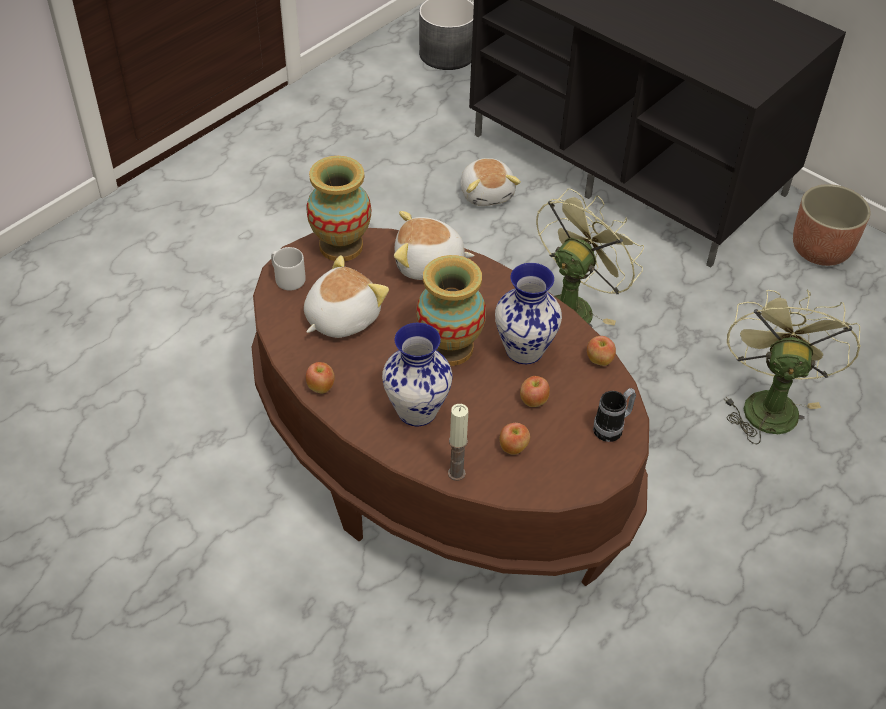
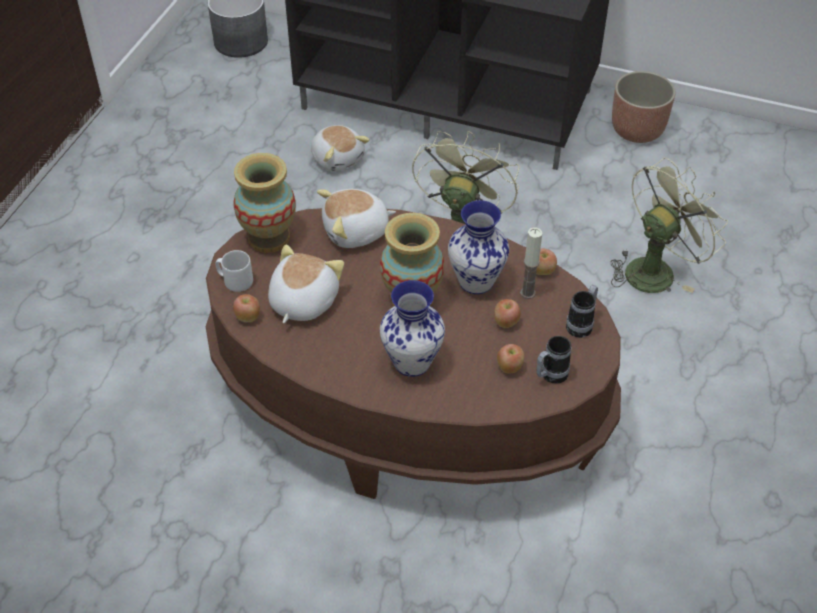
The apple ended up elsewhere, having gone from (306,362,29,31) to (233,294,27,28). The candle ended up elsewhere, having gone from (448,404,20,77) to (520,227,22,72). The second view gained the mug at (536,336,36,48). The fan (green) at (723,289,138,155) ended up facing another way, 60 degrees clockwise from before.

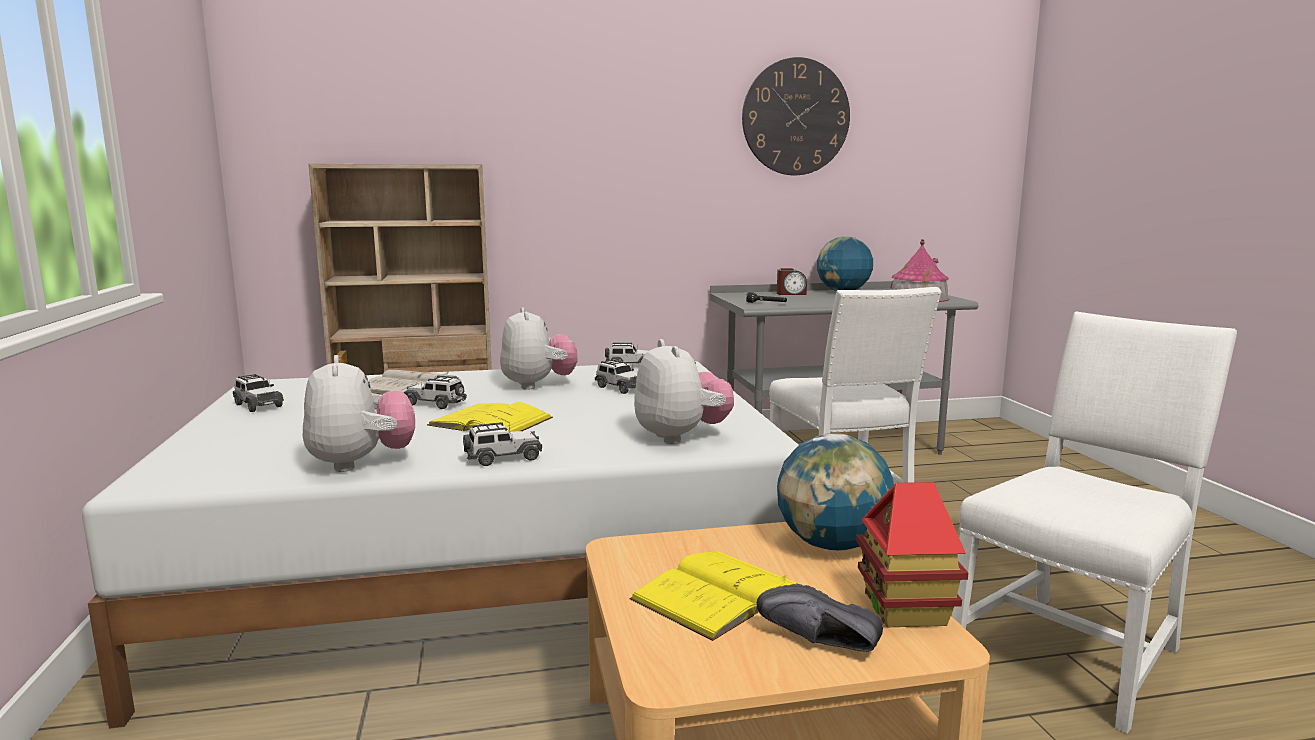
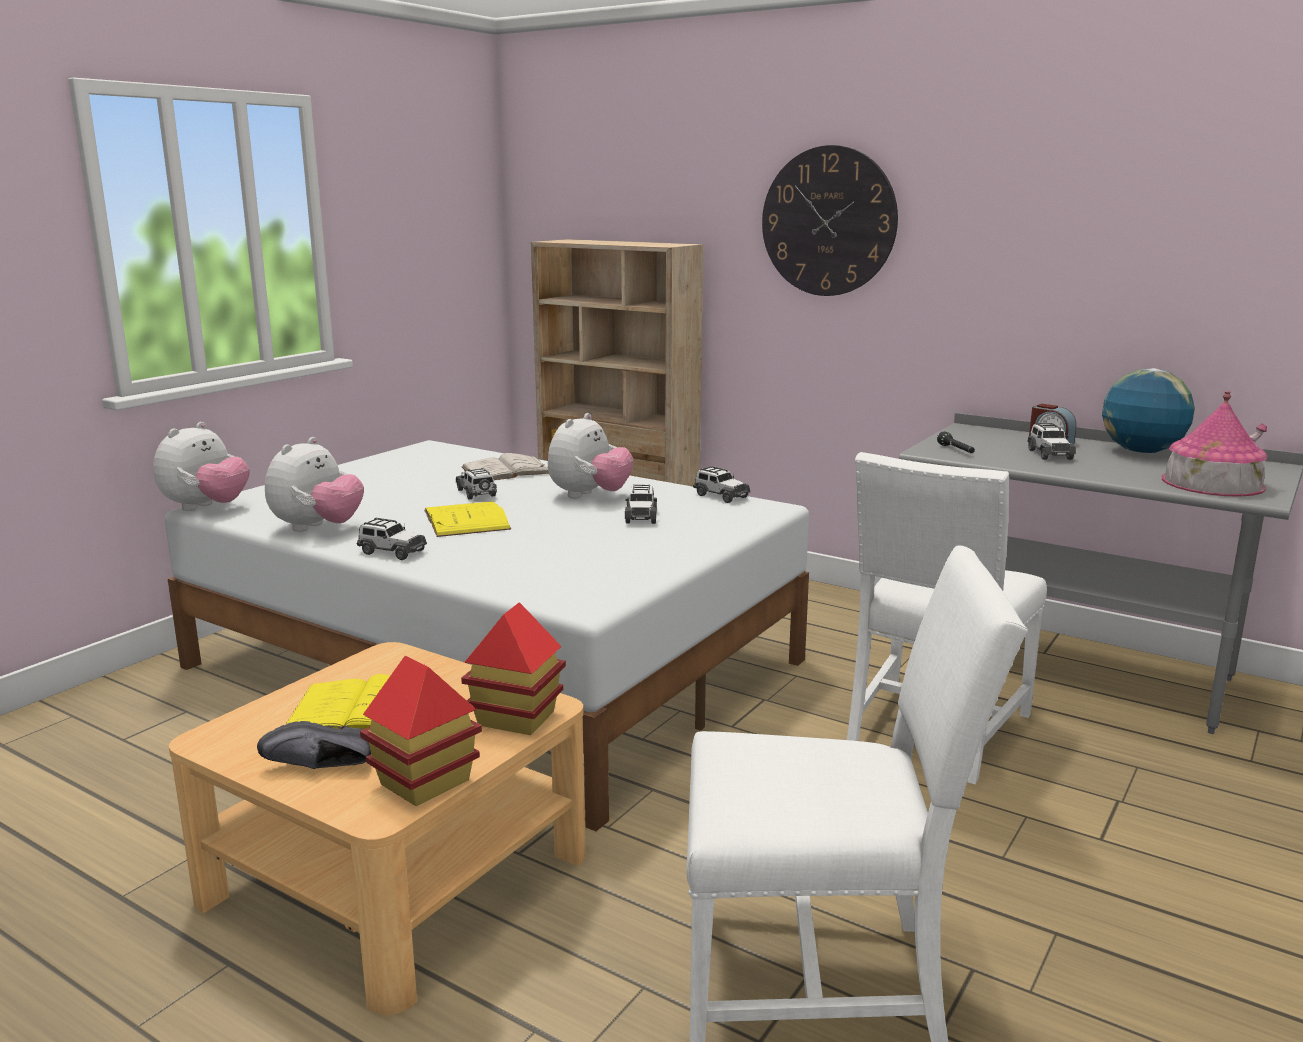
The plush toy ended up elsewhere, having gone from (634,339,100,105) to (153,422,97,89). The shoe (black) at (757,584,126,68) ended up facing another way, 75 degrees counterclockwise from before. Where the globe stood at (777,433,117,118), the toy house came to stand at (461,602,105,133). The wall clock ended up elsewhere, having gone from (742,57,108,118) to (762,145,136,151). The toy car ended up elsewhere, having gone from (233,374,51,38) to (1027,423,49,37).

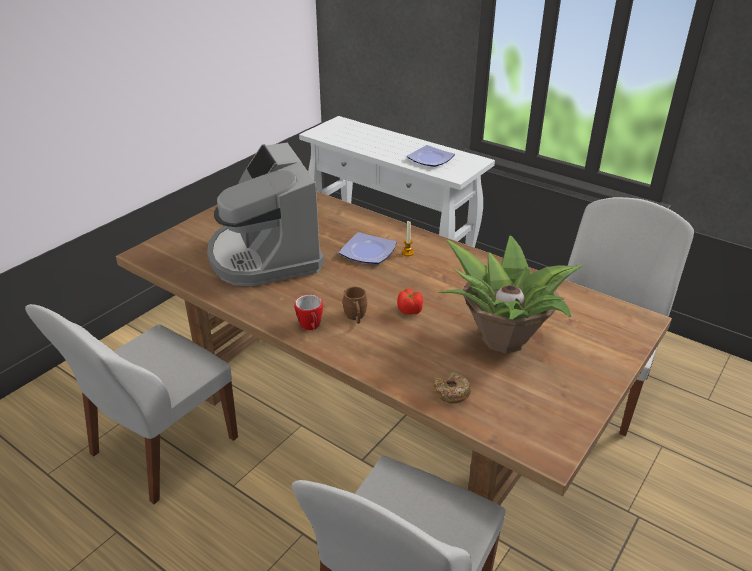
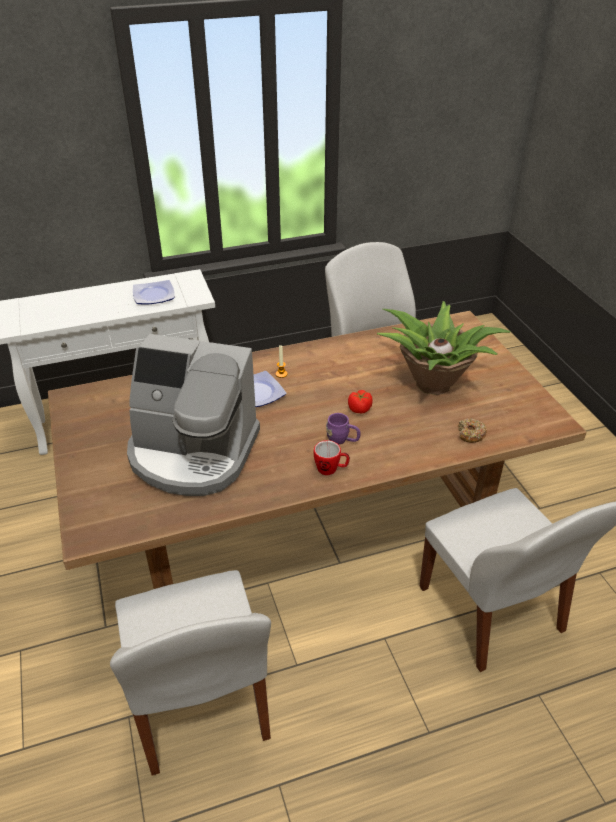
What was the mug (brown) at (342,287,25,37) turned into the mug (purple) at (326,413,35,31).

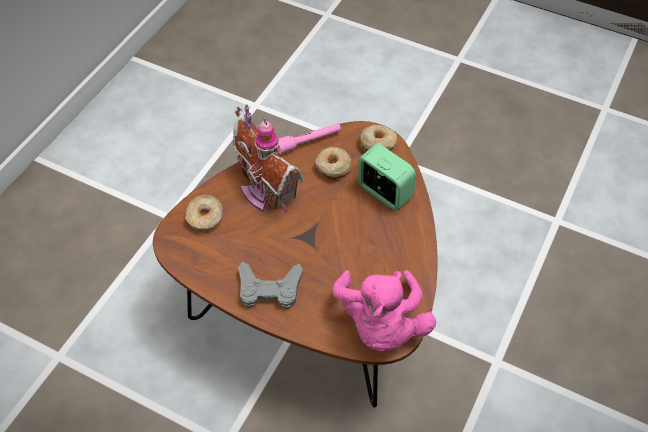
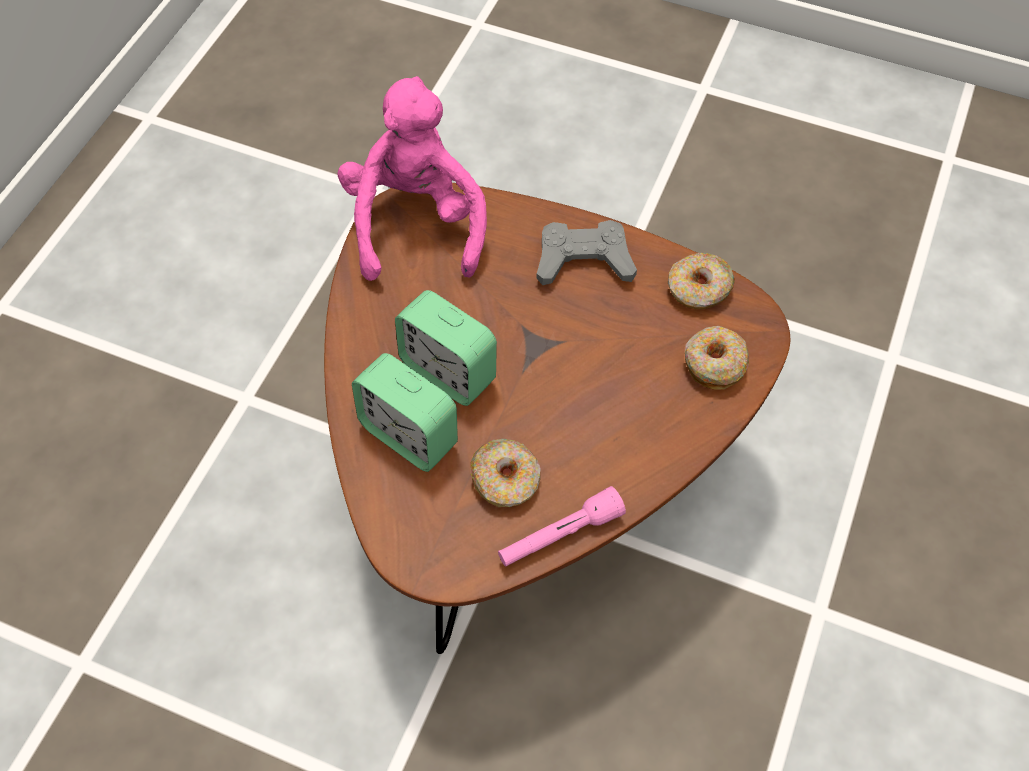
The second view gained the alarm clock at (395,290,102,116). The donut ended up elsewhere, having gone from (359,124,38,27) to (668,253,67,56). The second view lost the toy house at (233,104,71,109).

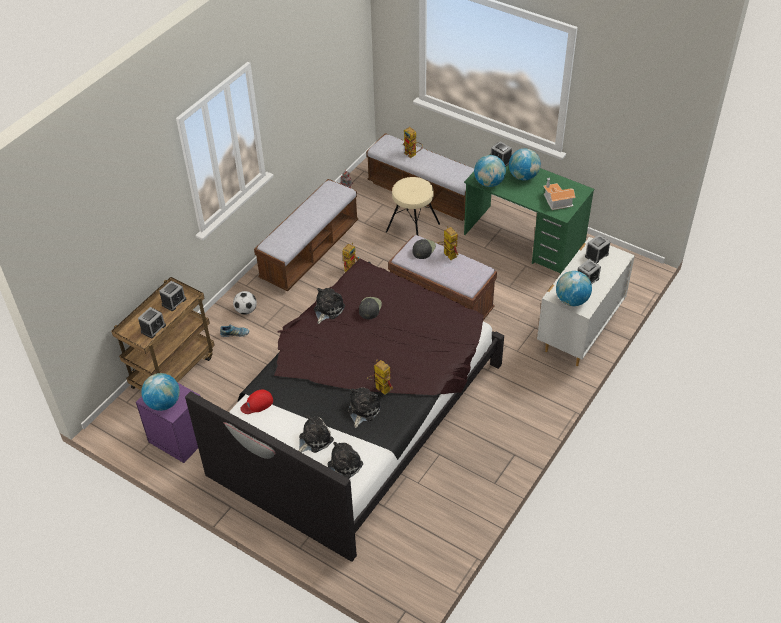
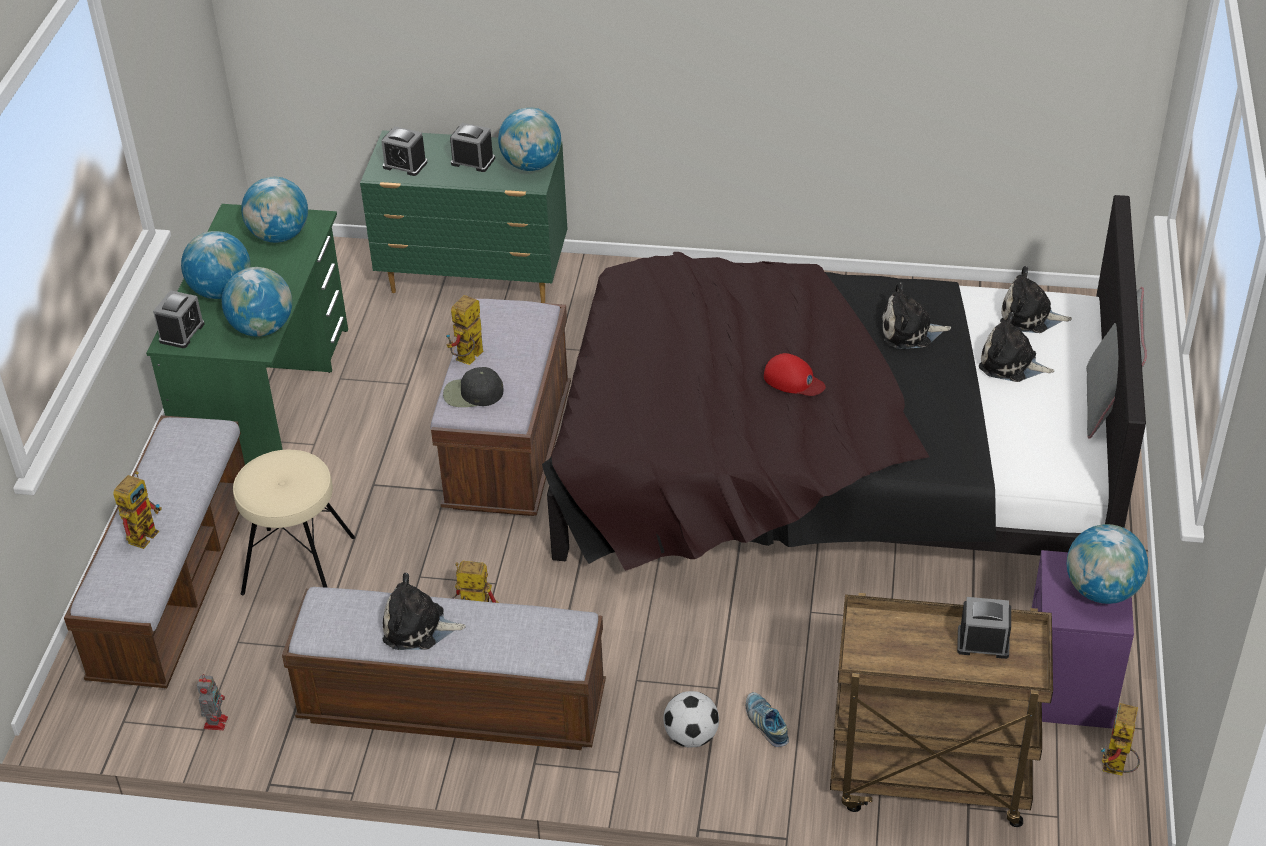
Where the toy house stood at (543,178,33,32), the globe came to stand at (241,177,67,66). What was the dresser (white) at (537,237,98,129) turned into the dresser (green) at (360,130,207,173). The plush toy ended up elsewhere, having gone from (314,288,31,36) to (383,573,83,77). The cap (red) ended up elsewhere, having gone from (240,390,33,24) to (764,353,62,43). The toy robot ended up elsewhere, having gone from (367,360,26,35) to (1101,703,39,73). The second view lost the alarm clock at (159,281,27,30). The second view lost the cap (black) at (359,297,23,22).

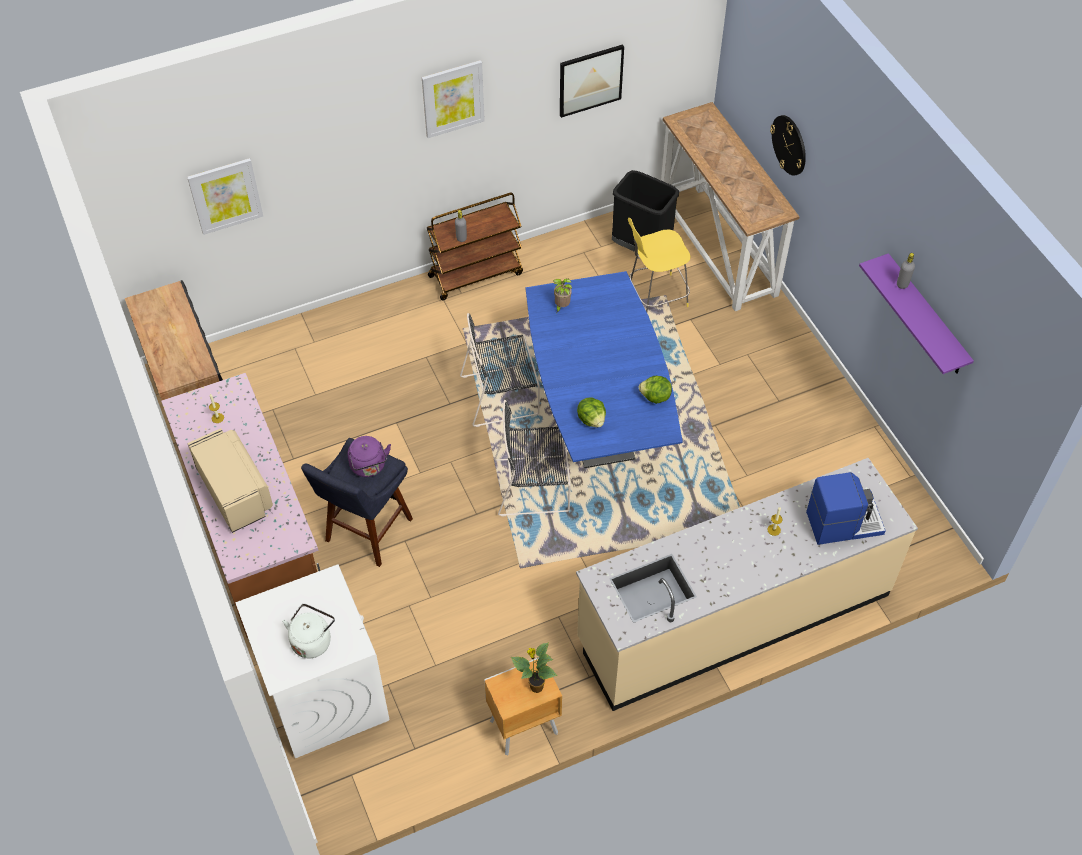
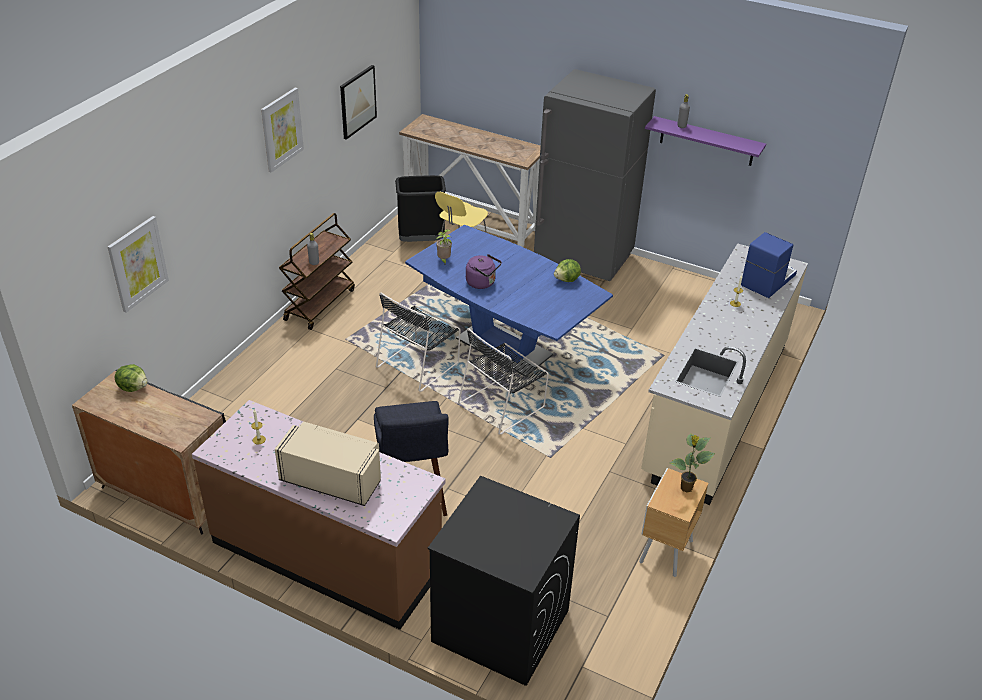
The lettuce ended up elsewhere, having gone from (577,397,29,30) to (115,364,33,28). What was the washing machine (white) at (235,565,155,193) turned into the washing machine (black) at (428,476,152,210). The kettle (purple) ended up elsewhere, having gone from (348,436,43,41) to (466,254,36,35). The second view gained the fridge (grey) at (534,69,122,212). The second view lost the kettle (white) at (282,604,53,54). The second view lost the wall clock at (770,115,36,61).

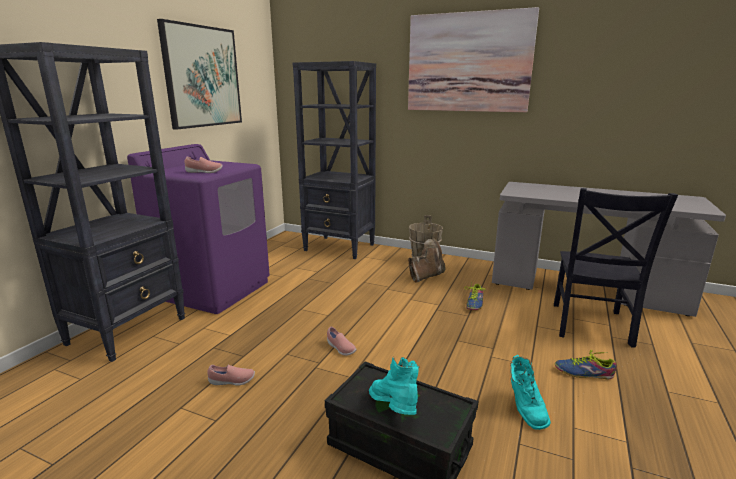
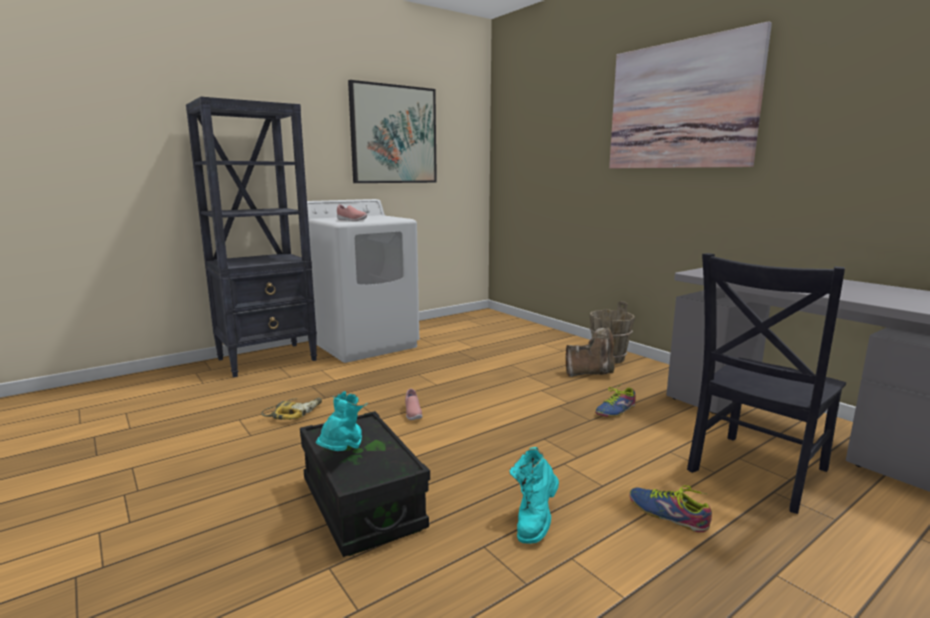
Where the shoe (pink) stood at (207,365,48,21), the power drill came to stand at (261,397,61,23). What was the washing machine (purple) at (127,144,143,170) turned into the washing machine (white) at (307,199,112,164). The second view lost the bookcase (black) at (293,61,83,198).

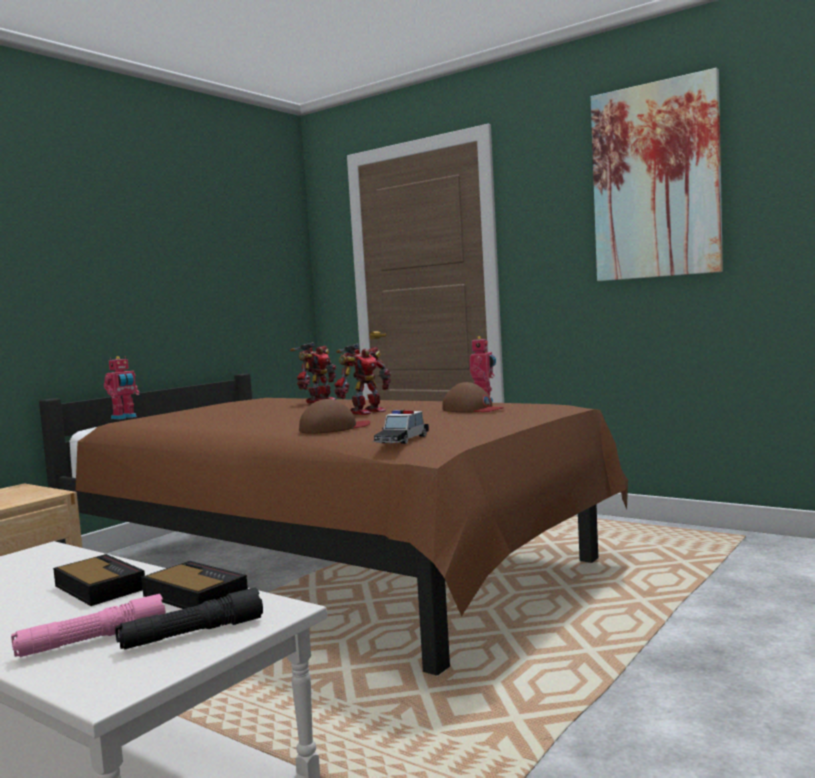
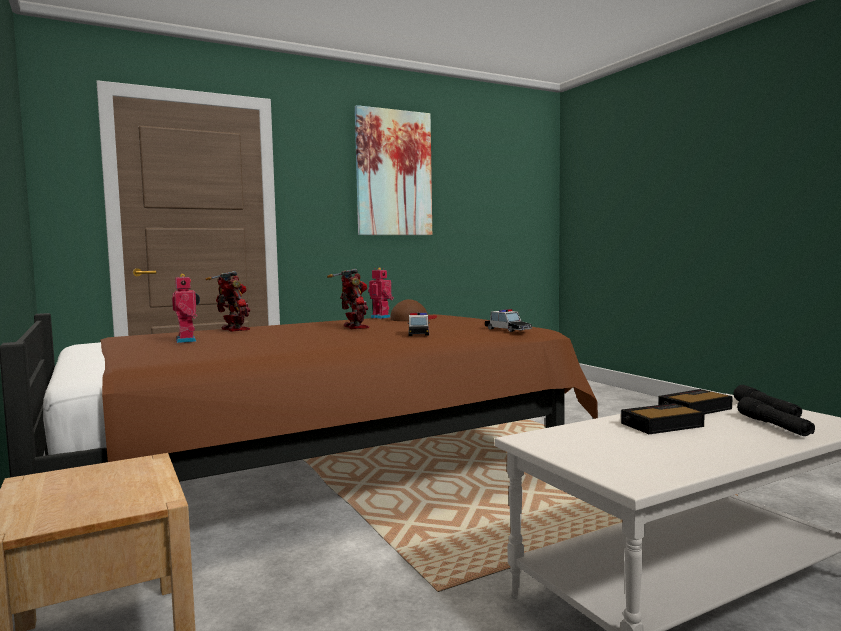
The toy robot ended up elsewhere, having gone from (104,356,36,64) to (172,274,28,69). Where the cap (brown) stood at (299,399,71,35), the toy car came to stand at (408,312,22,24). What was the flashlight (pink) at (11,594,155,63) turned into the flashlight (black) at (737,397,78,39).

